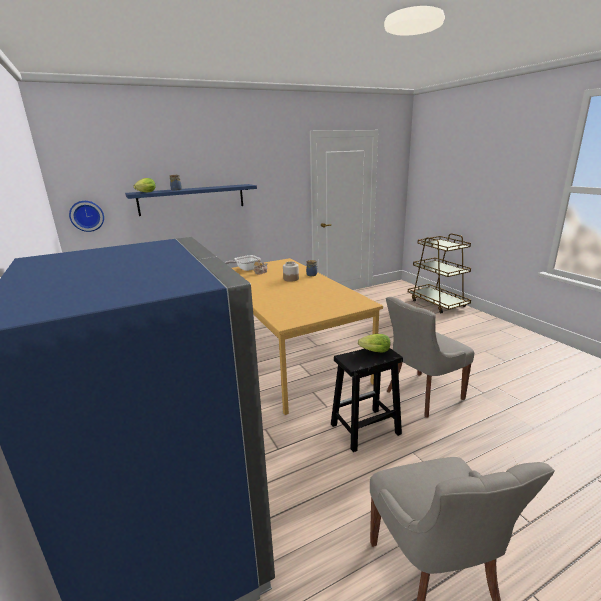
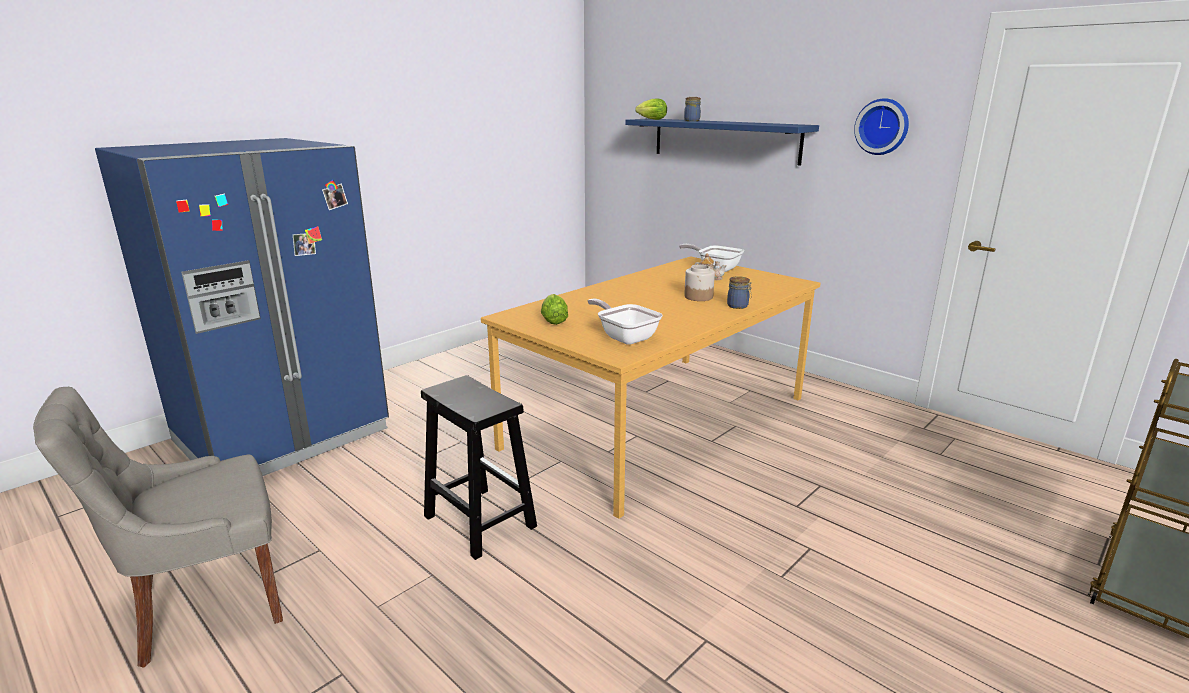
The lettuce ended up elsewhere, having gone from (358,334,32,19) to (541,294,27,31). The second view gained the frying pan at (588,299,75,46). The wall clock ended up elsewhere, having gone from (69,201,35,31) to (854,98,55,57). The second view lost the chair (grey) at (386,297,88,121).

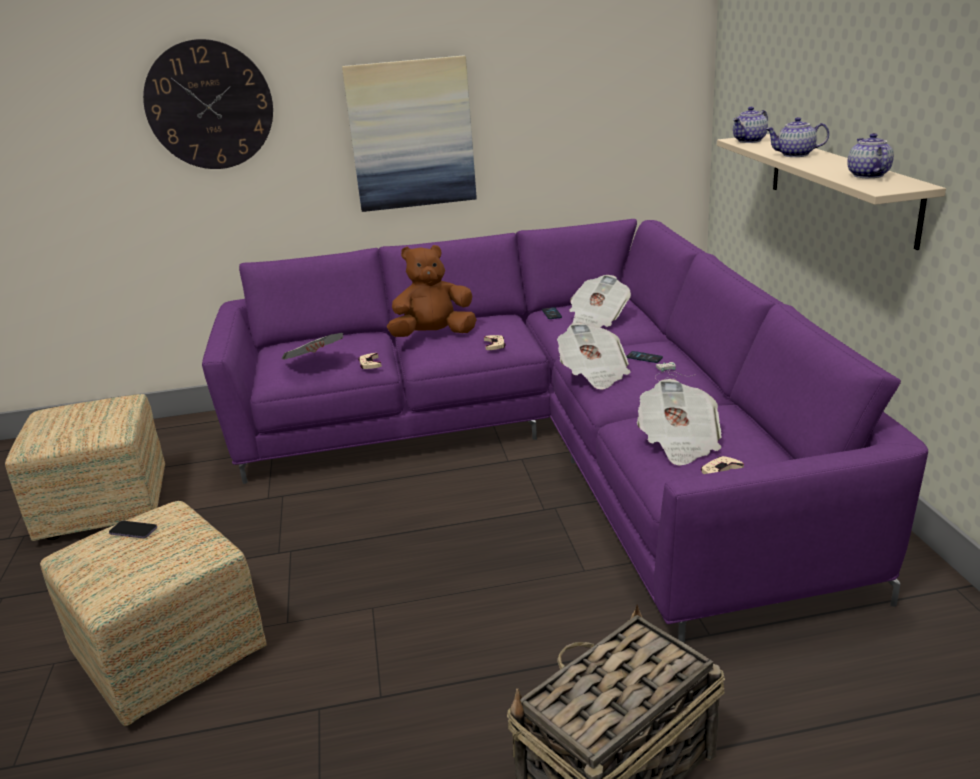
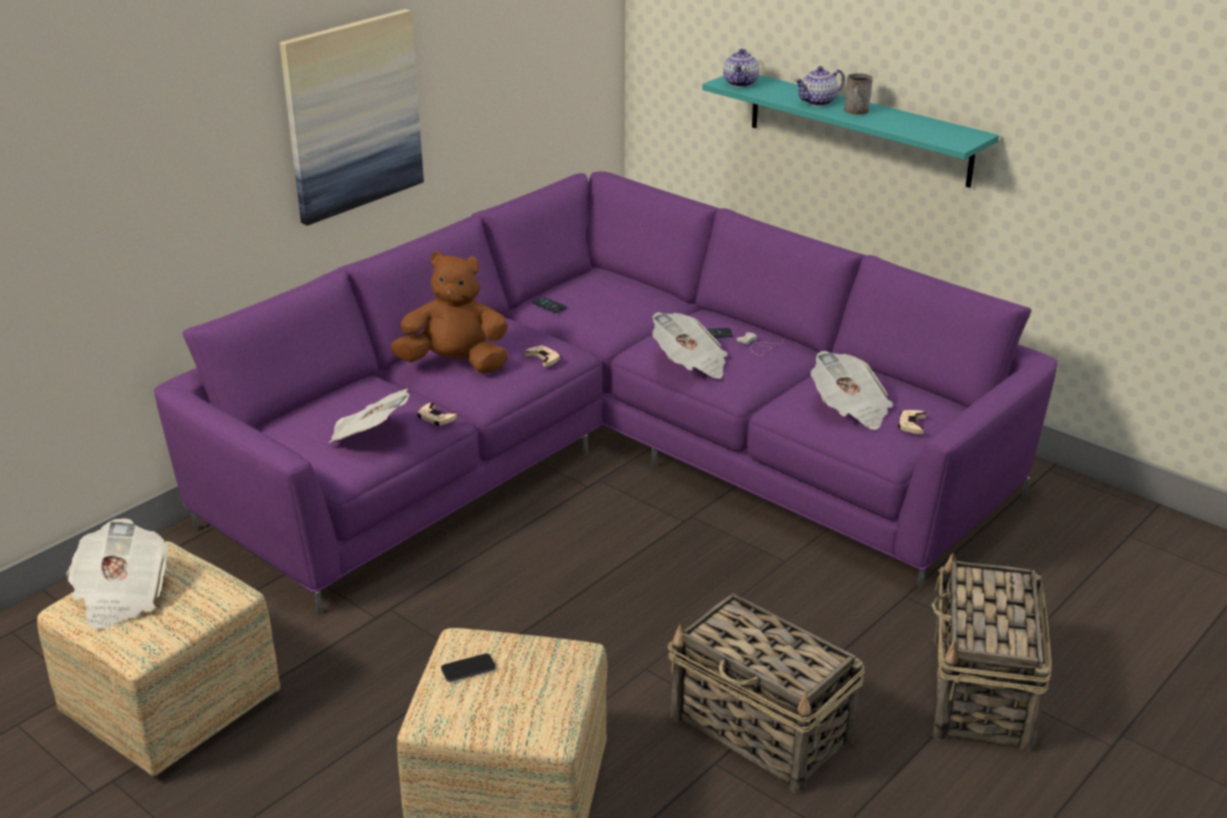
The newspaper ended up elsewhere, having gone from (569,275,62,53) to (67,518,102,111). The plush toy (brown) at (387,245,90,92) ended up facing another way, 60 degrees clockwise from before. The second view gained the basket at (667,593,198,200). What was the shelf (beige) at (717,134,229,116) turned into the shelf (turquoise) at (702,75,297,113). The second view gained the mug (grey) at (844,73,29,42). The second view lost the wall clock at (143,39,130,130). The second view lost the teapot at (847,133,47,45).

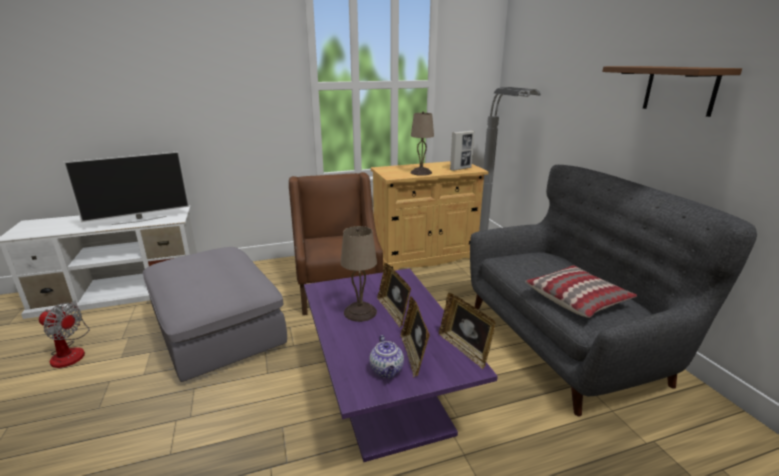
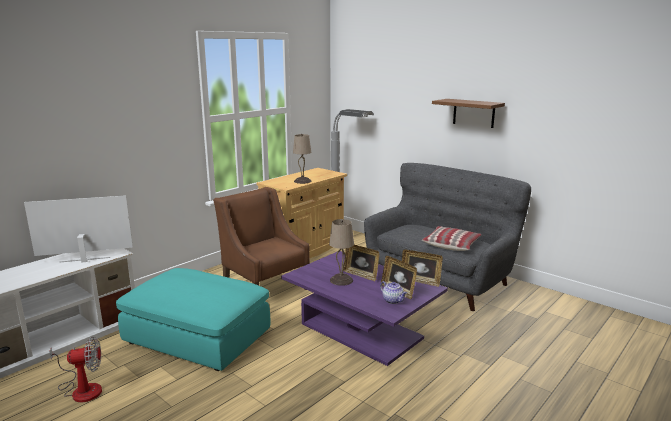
The television at (63,151,126,74) ended up facing another way, 135 degrees counterclockwise from before. What was the ottoman (grey) at (143,247,144,135) turned into the ottoman (turquoise) at (116,268,154,103). The second view lost the picture frame at (450,131,24,40).

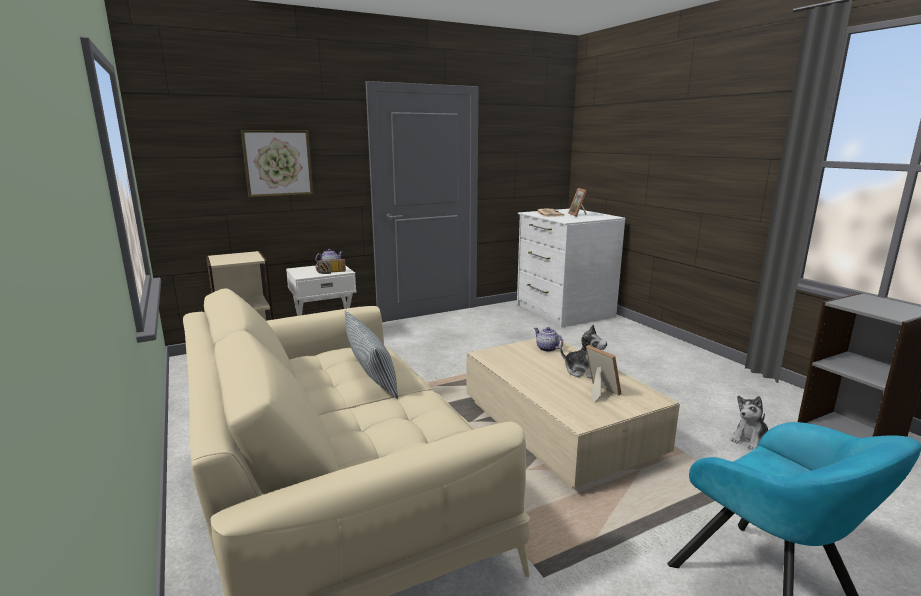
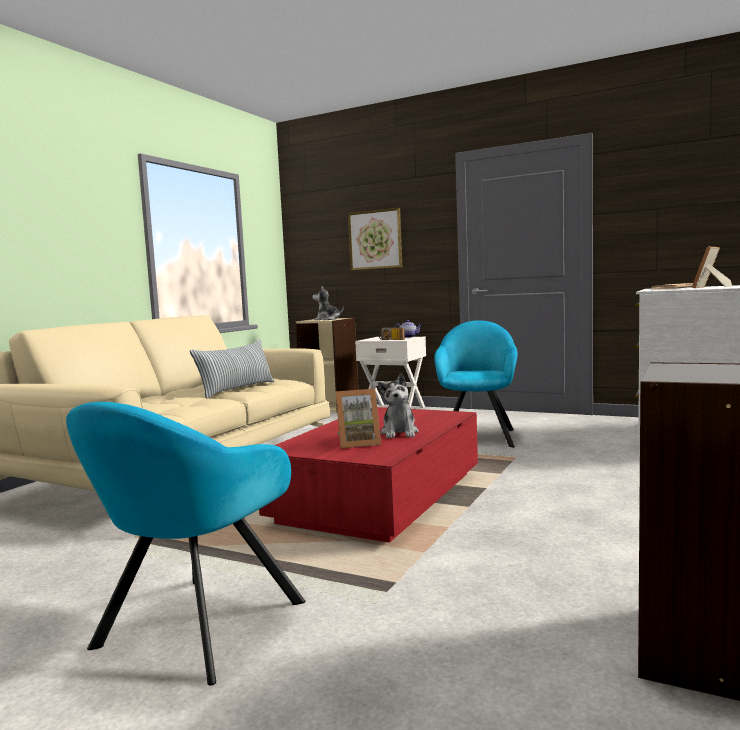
What was the coffee table (beige) at (466,339,214,150) turned into the coffee table (red) at (259,407,219,136). The plush toy ended up elsewhere, having gone from (731,395,37,55) to (312,286,32,34). The picture frame at (586,345,35,58) ended up facing another way, 60 degrees clockwise from before. The second view gained the armchair (turquoise) at (434,320,83,127). The second view lost the teapot at (534,327,29,25).

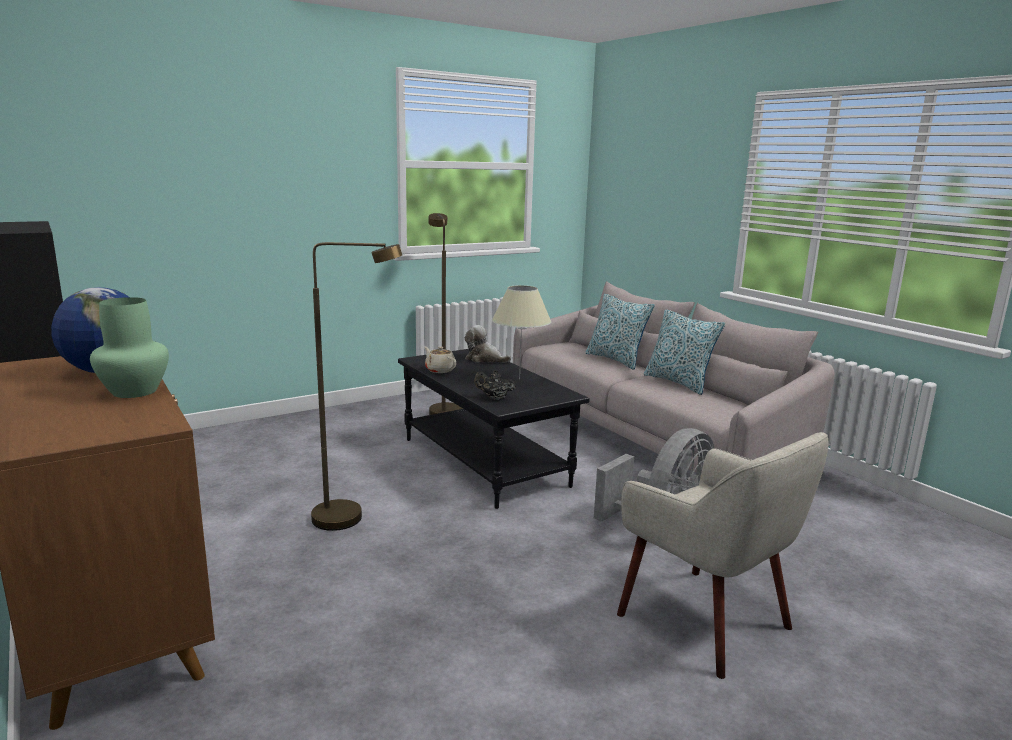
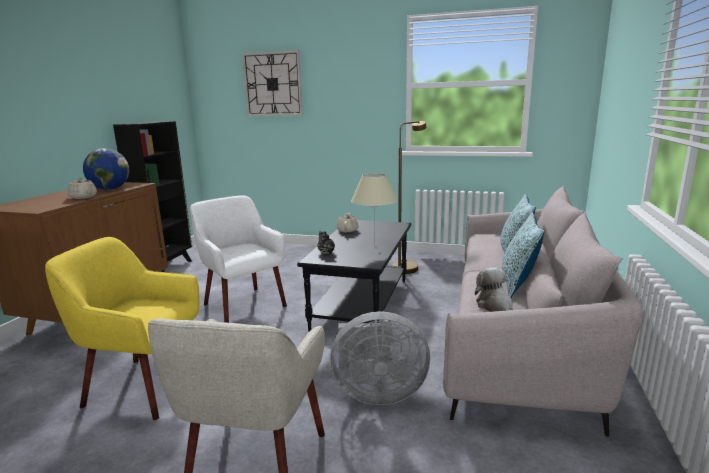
The second view gained the armchair (yellow) at (45,237,155,183). Where the vase (green) stood at (90,297,79,101), the teapot (beige) came to stand at (67,177,30,22). Where the floor lamp (brown) stood at (311,242,91,289), the armchair (white) came to stand at (190,195,97,128). The second view gained the wall clock at (242,50,61,66). The plush toy ended up elsewhere, having gone from (465,325,46,38) to (475,267,38,45).

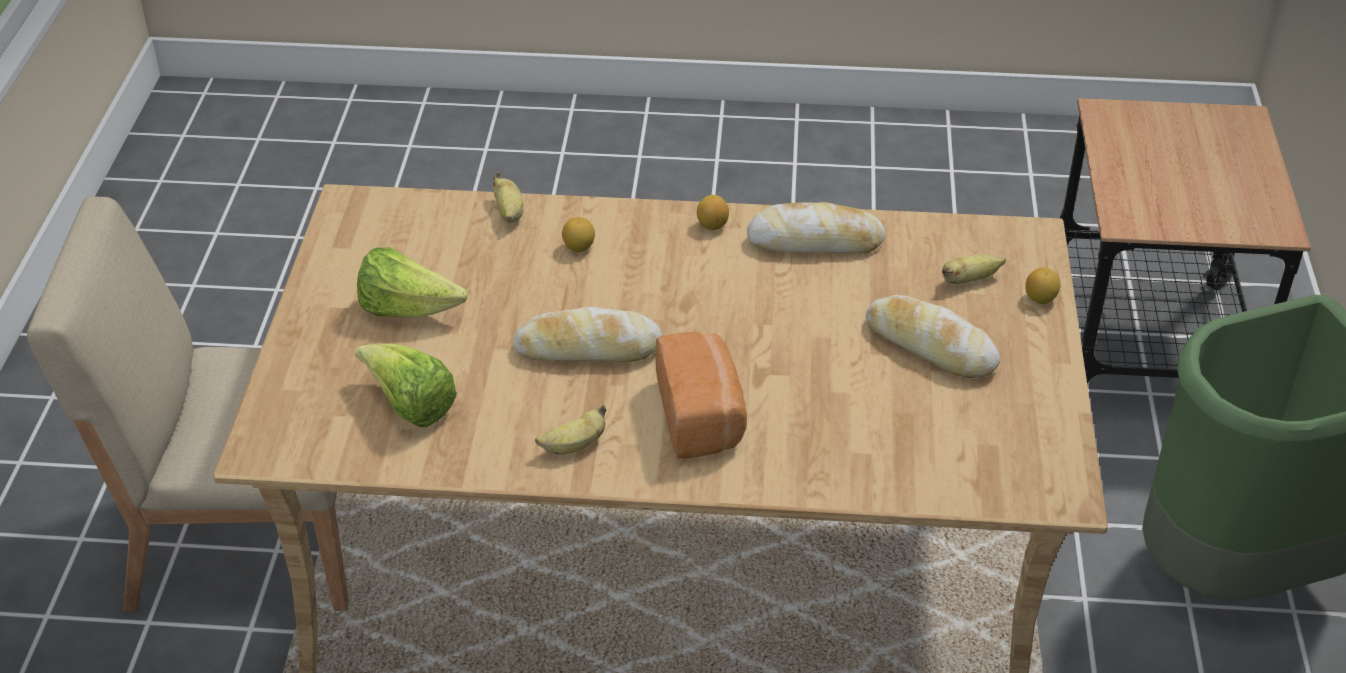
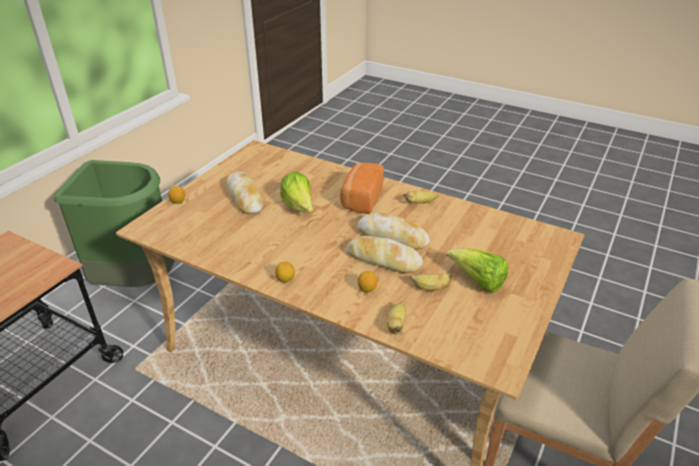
The lettuce ended up elsewhere, having gone from (355,343,102,84) to (280,172,33,40). The bread ended up elsewhere, having gone from (747,202,138,51) to (347,236,76,37). The banana ended up elsewhere, having gone from (942,254,64,30) to (410,273,43,18).

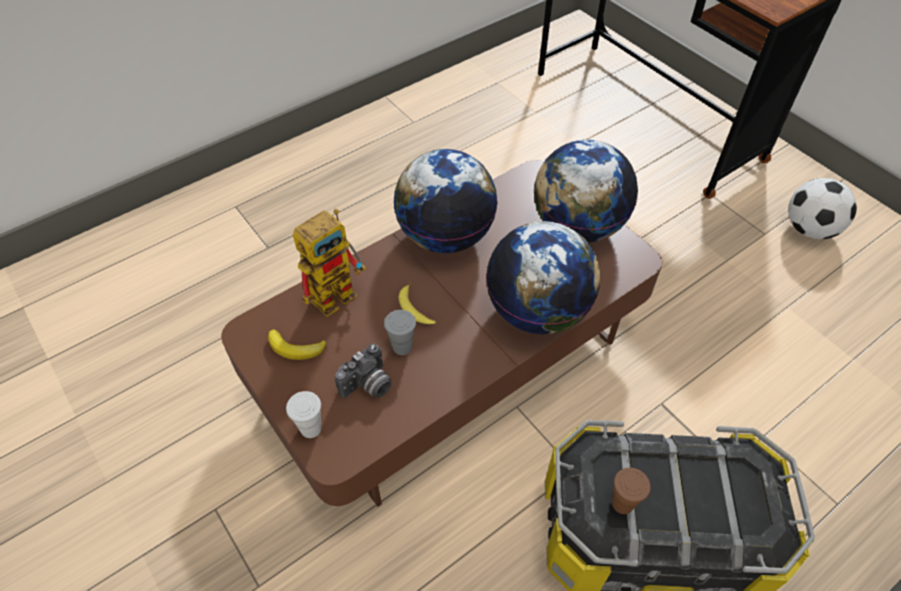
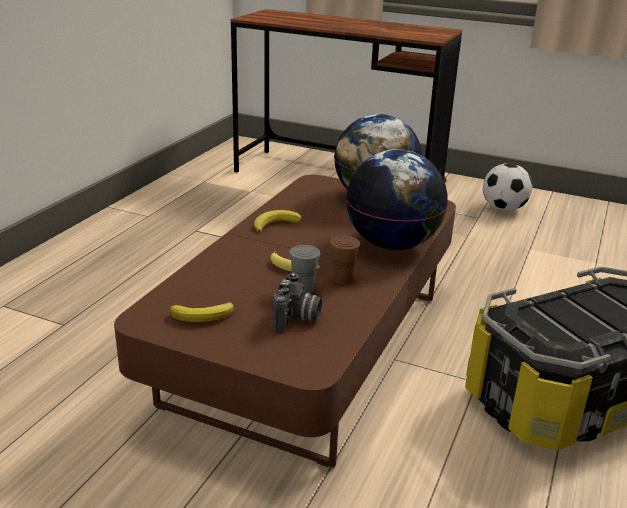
Where the globe stood at (393,149,105,104), the banana came to stand at (254,210,48,23). The cup (brown) ended up elsewhere, having gone from (612,468,39,46) to (330,236,30,48). The second view lost the cup (white) at (286,391,35,47). The second view lost the toy robot at (293,209,73,108).

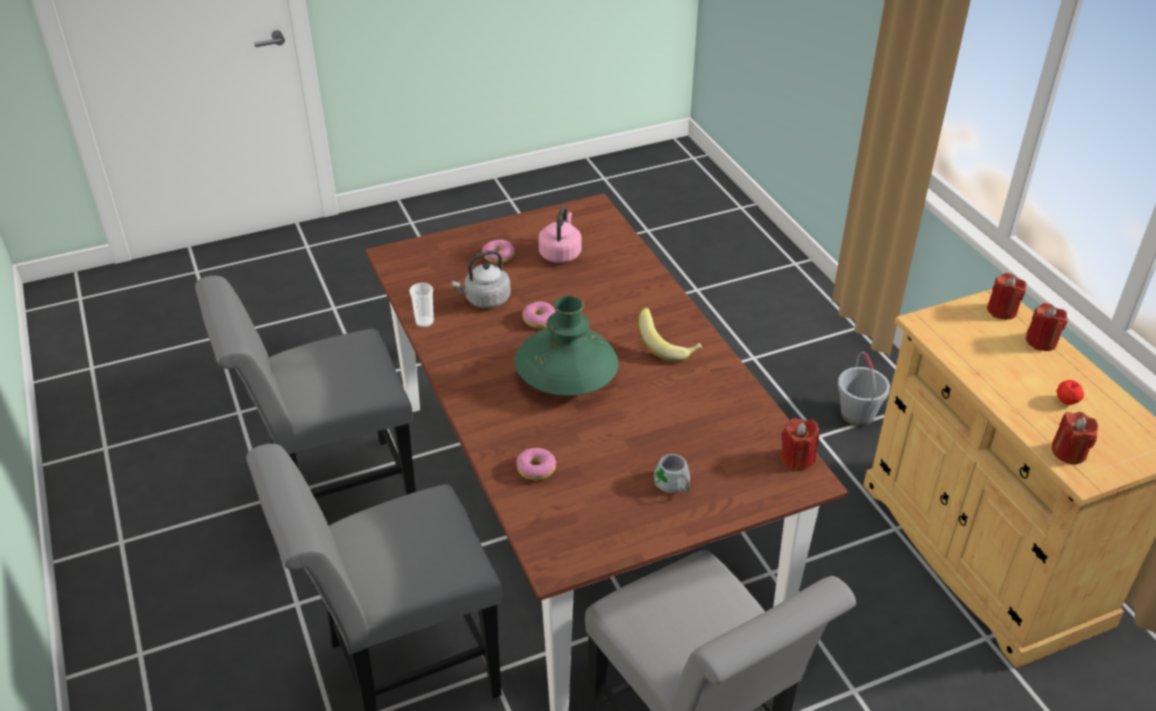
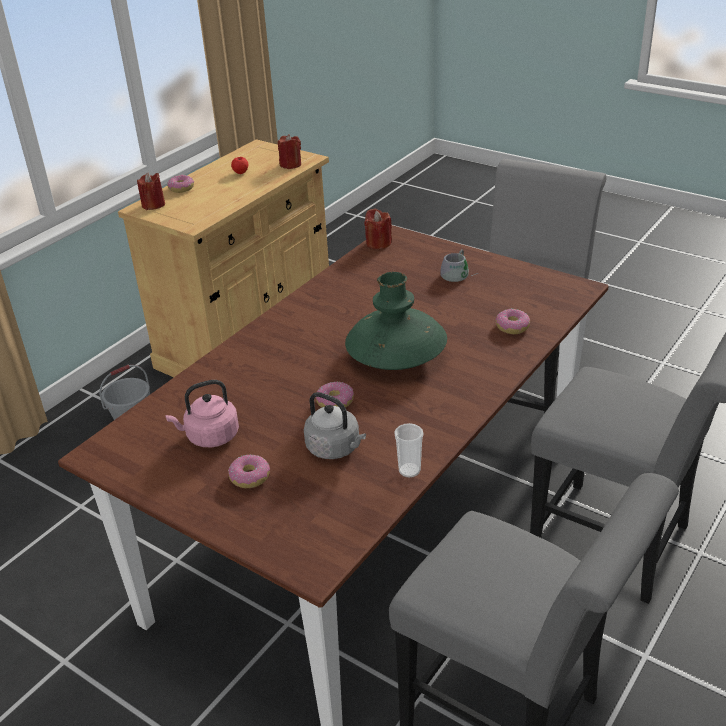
Where the candle (red) stood at (1026,303,41,48), the donut came to stand at (167,175,27,18). The second view lost the banana at (637,308,65,54).

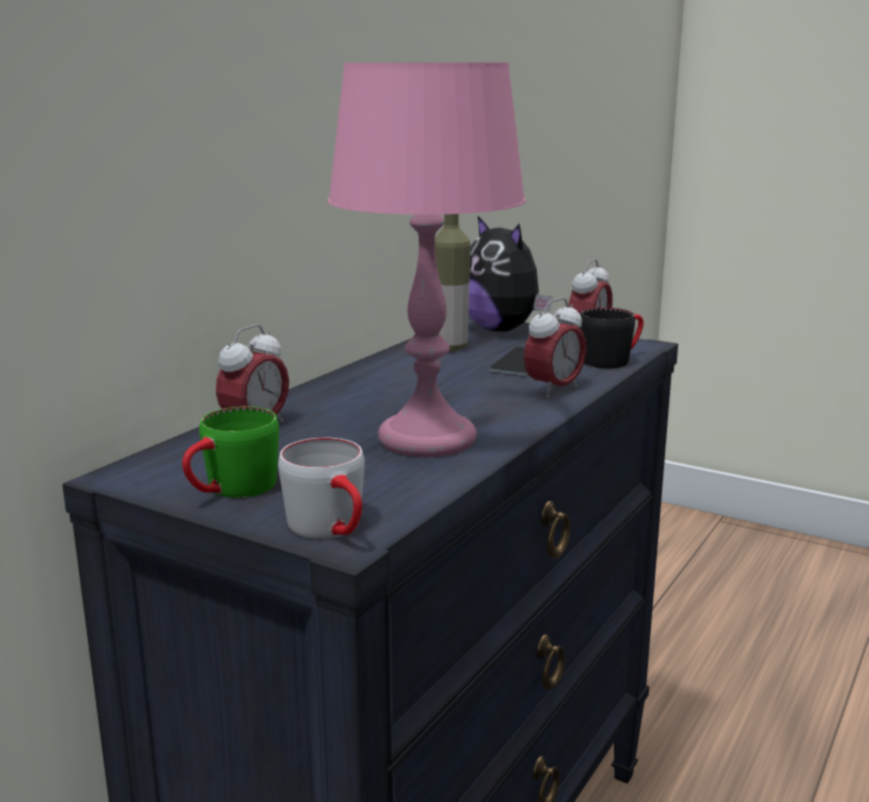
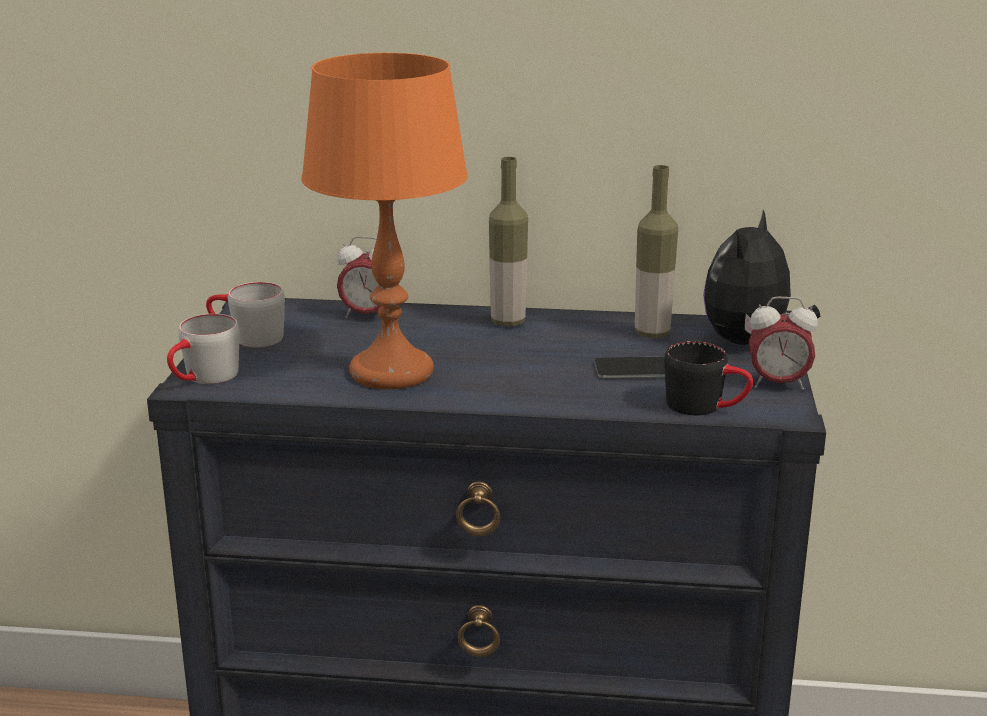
What was the mug (green) at (182,407,97,91) turned into the mug (grey) at (206,282,79,65). What was the table lamp (pink) at (328,62,198,395) turned into the table lamp (orange) at (301,53,167,336). The second view gained the bottle at (489,157,39,169). The second view lost the alarm clock at (524,298,62,100).

